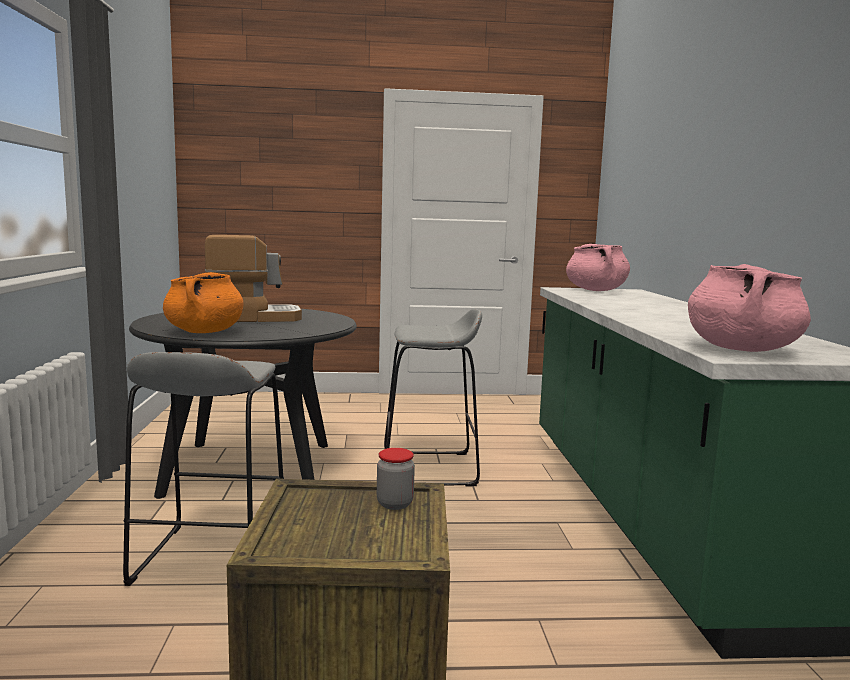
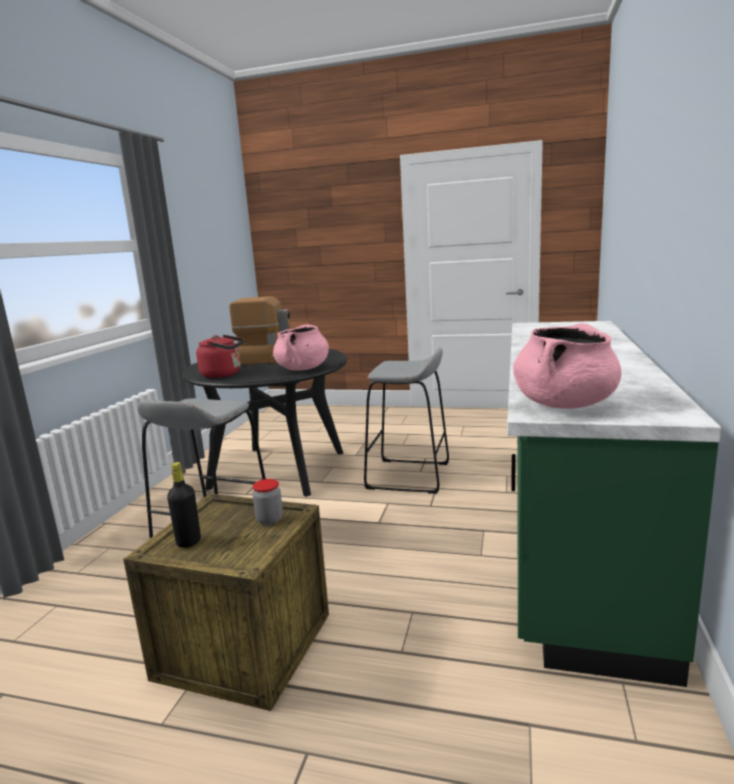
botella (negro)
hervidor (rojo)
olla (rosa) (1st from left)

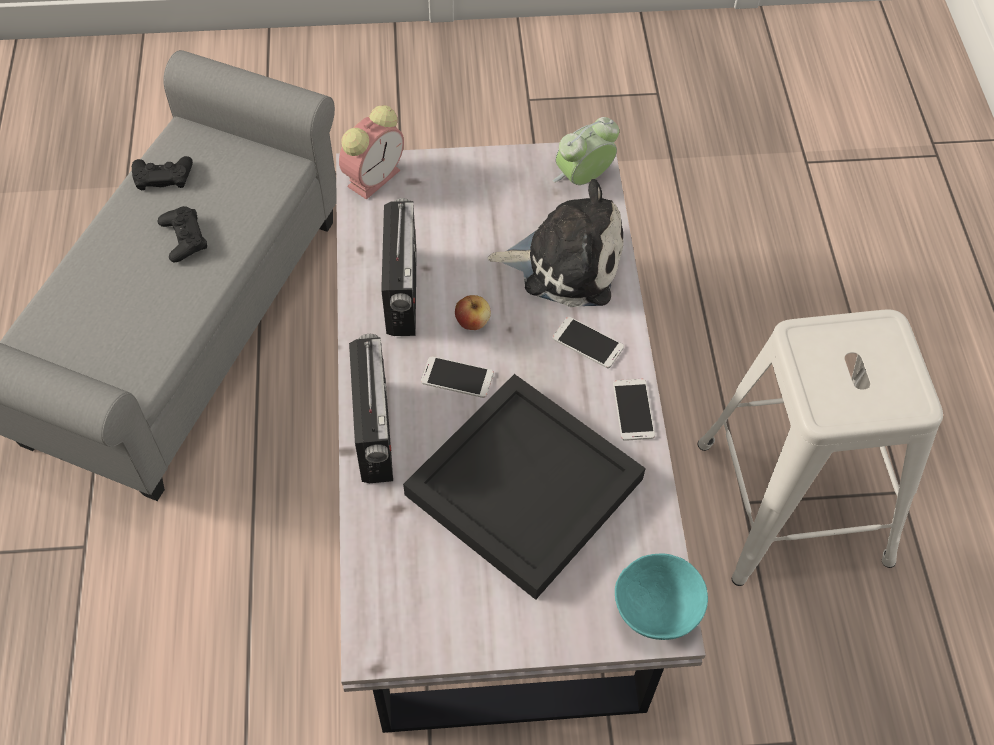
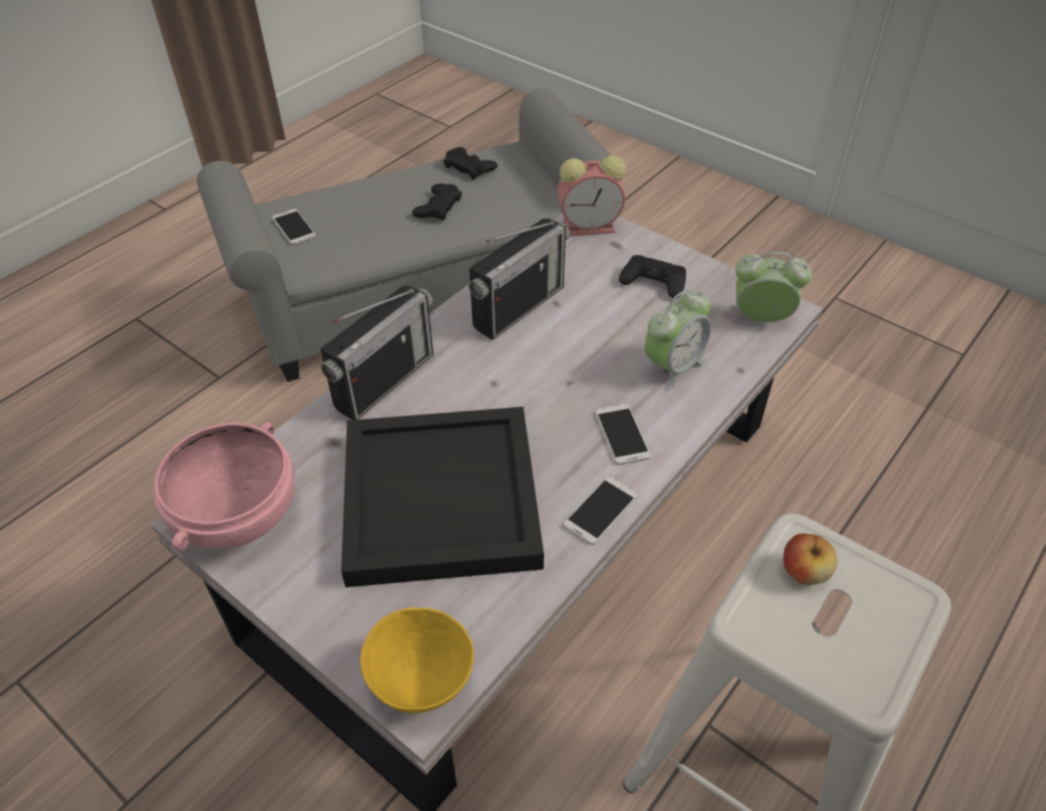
cuenco (rosa)
móvil (1st from left)
cuenco (amarillo)
mando de consola (negro) (3rd from left)
despertador (2nd from left)
manzana

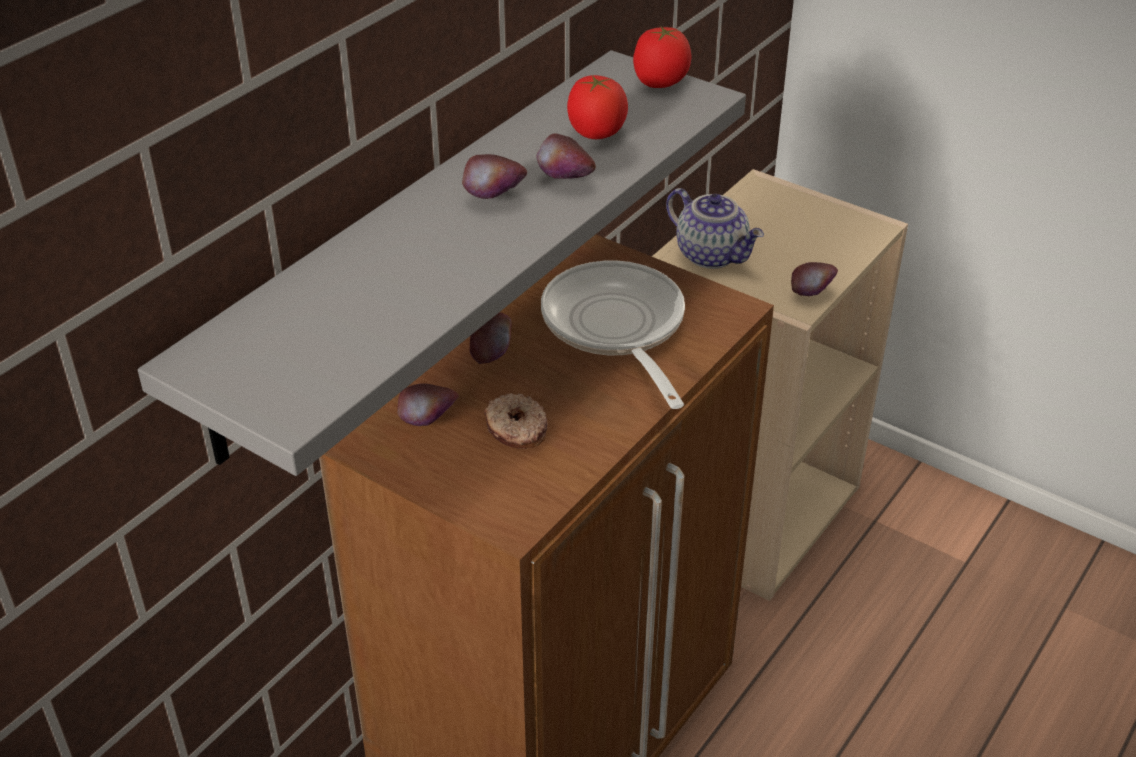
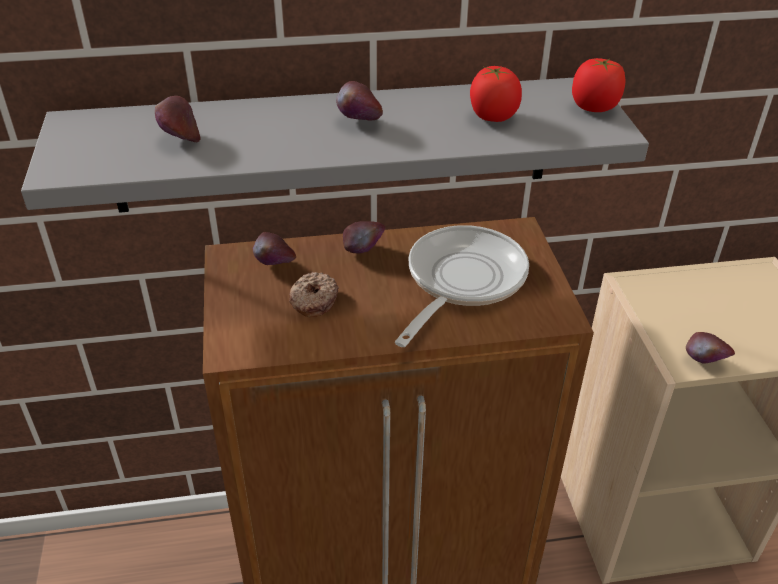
manzana (1st from left)
tetera

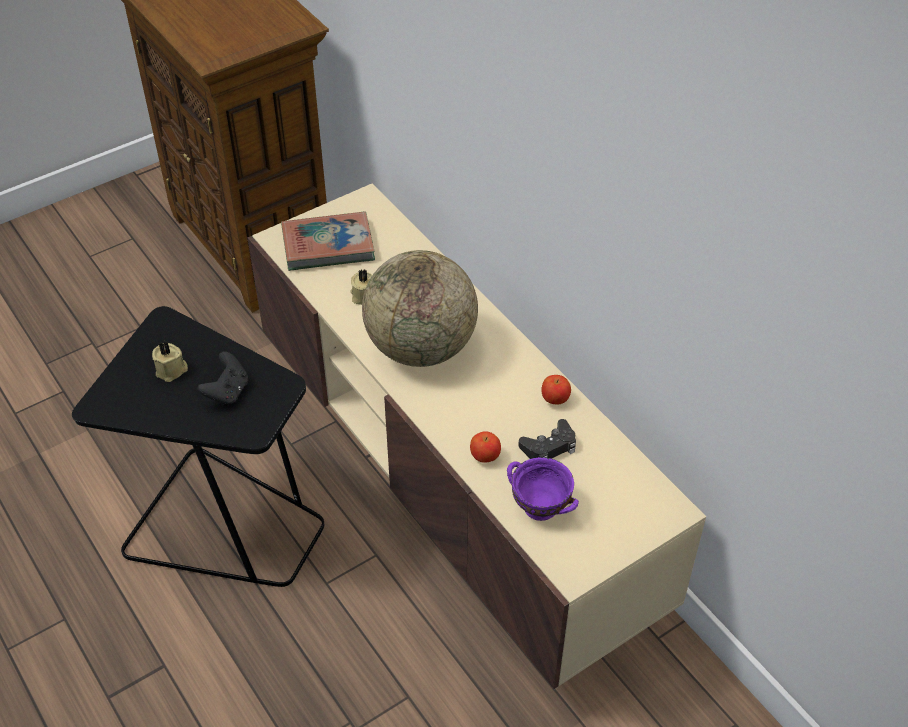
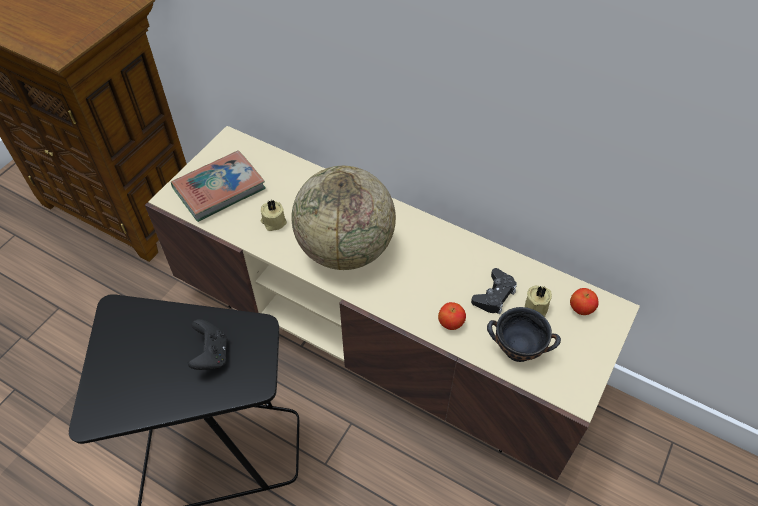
cuenco (negro)
vela (beis) (2nd from left)
manzana (2nd from left)

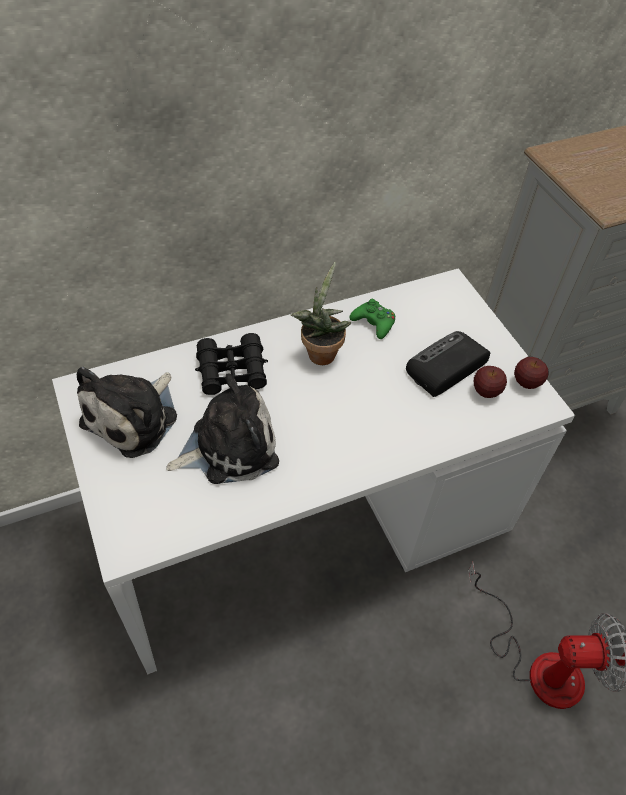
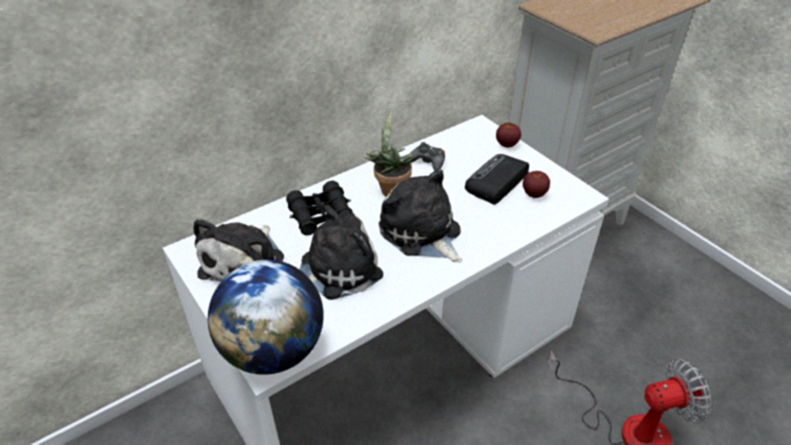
globo terráqueo
peluche (3rd from left)
mando de consola (negro)
manzana (1st from left)

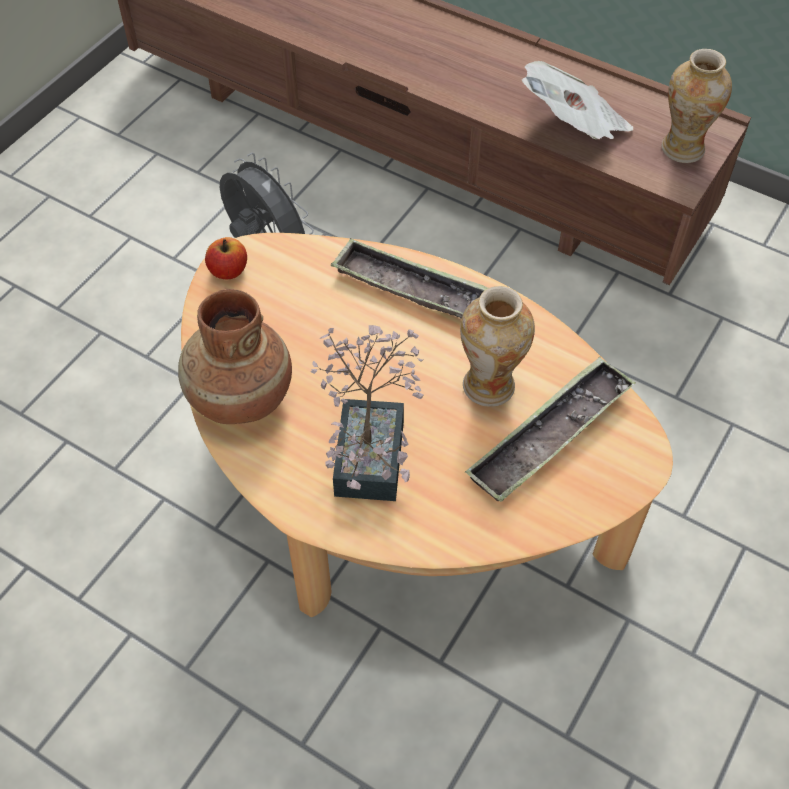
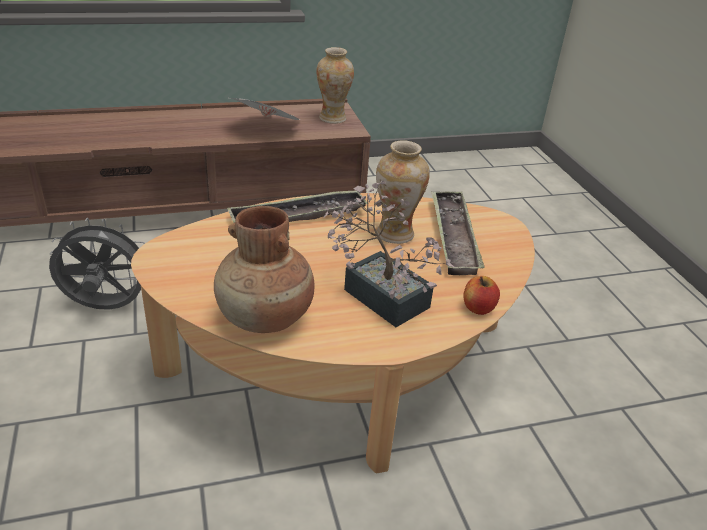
manzana

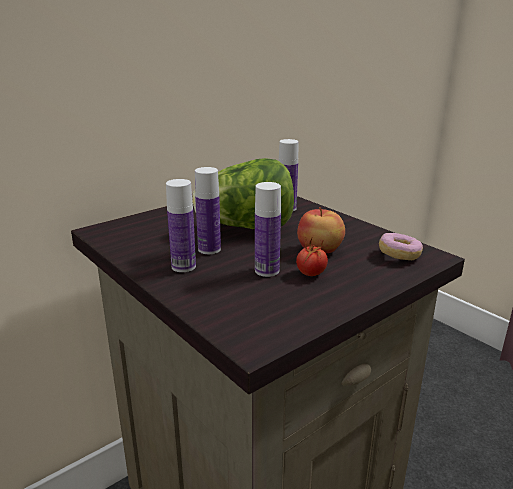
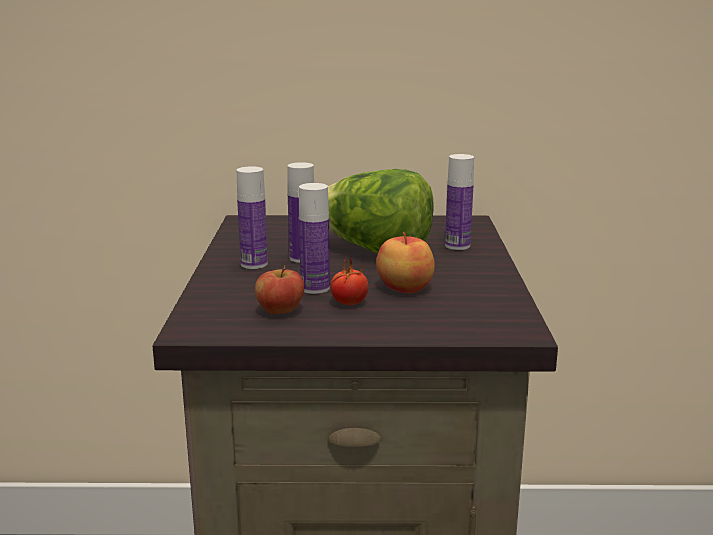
manzana (1st from left)
rosquilla

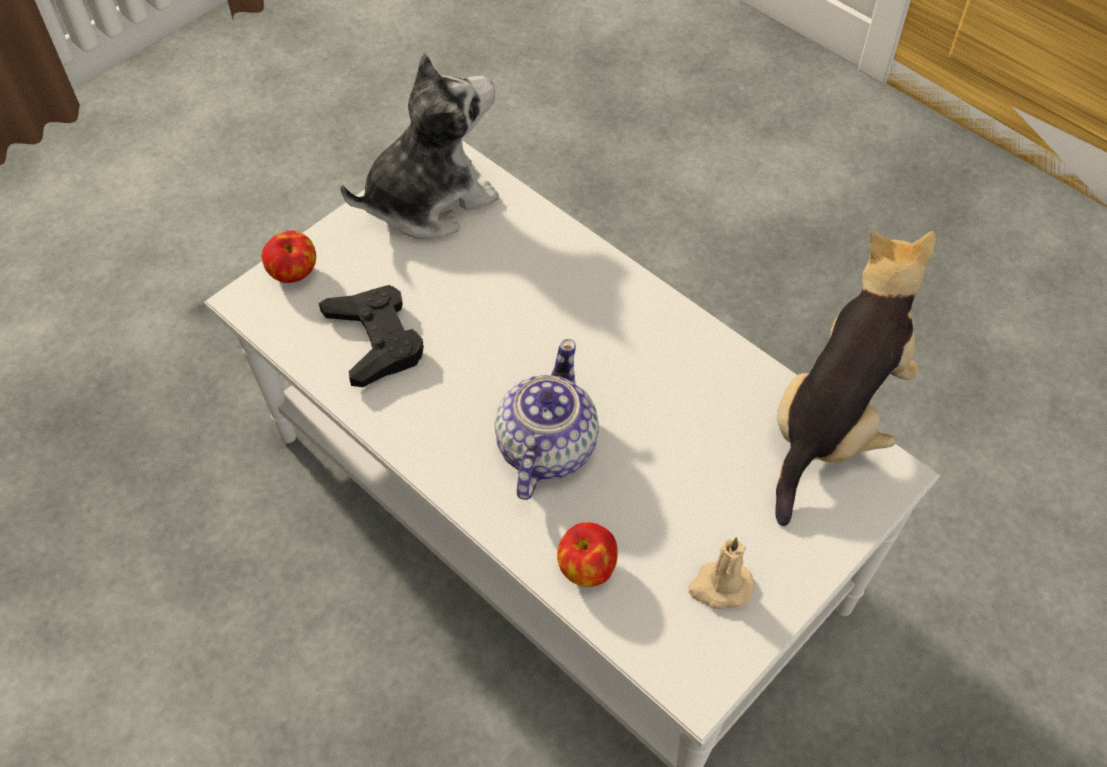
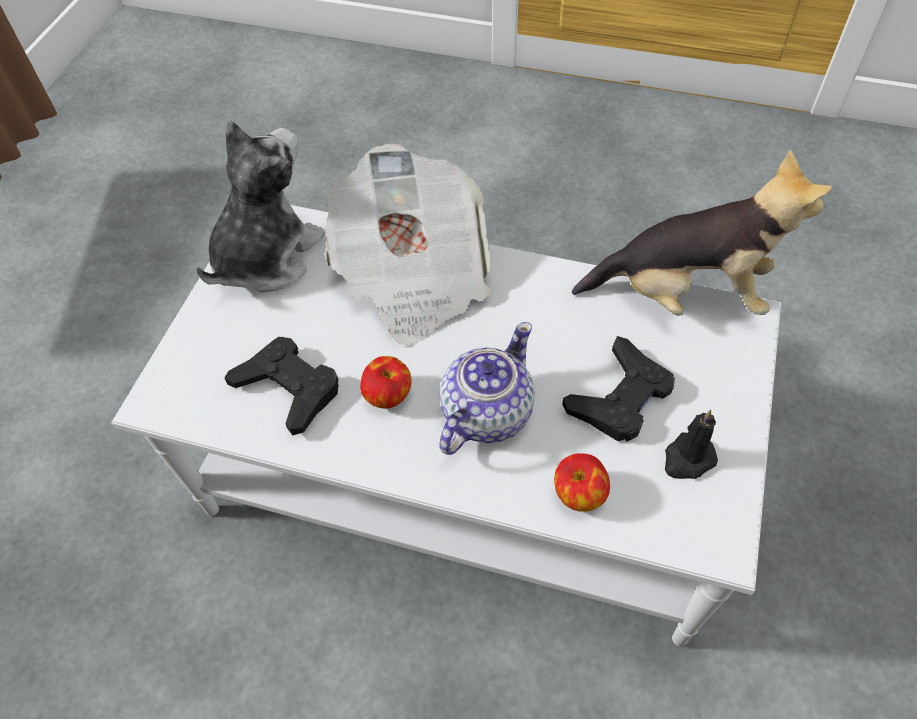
periódico
manzana (1st from left)
tetera
mando de consola (negro) (2nd from left)
peluche (2nd from left)
vela (negro)

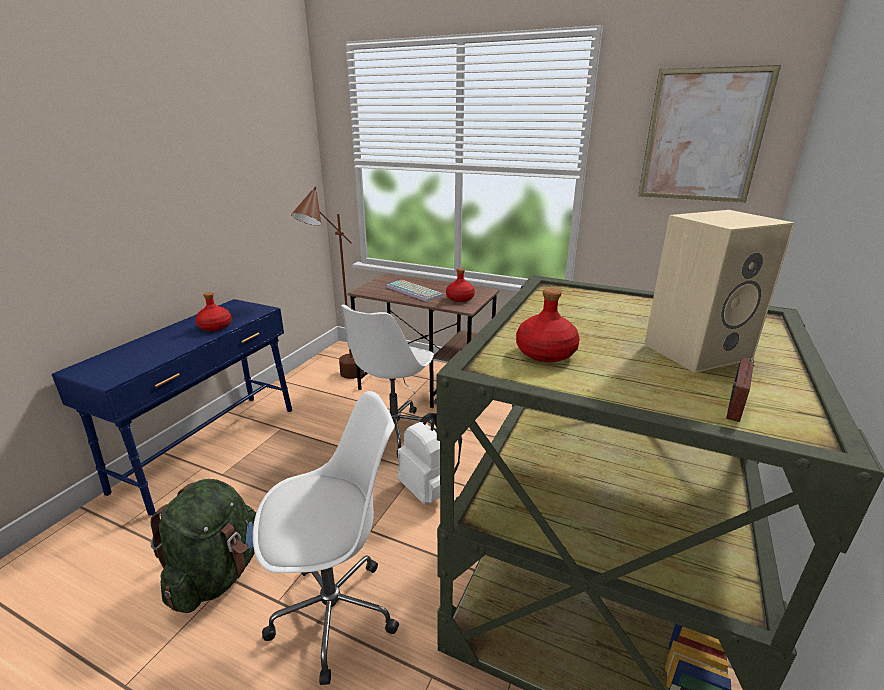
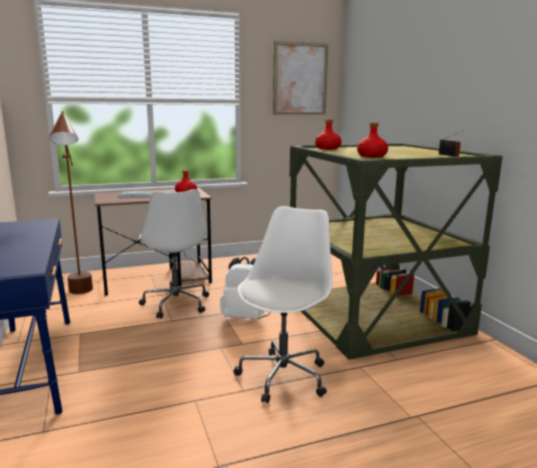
botella (rojo) (2nd from left)
mochila (verde)
altavoz (beis)

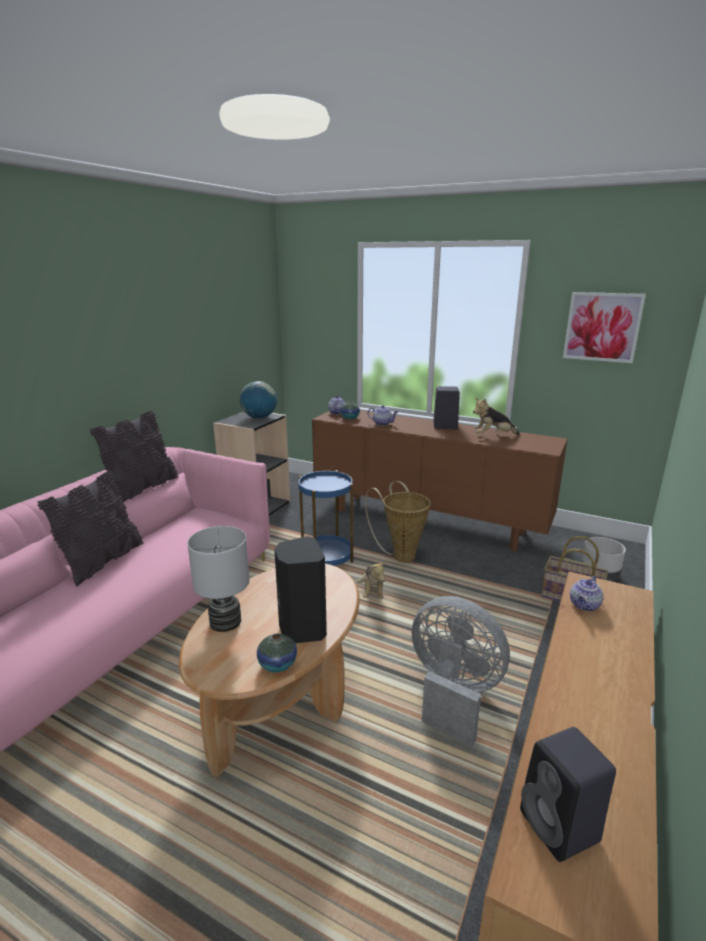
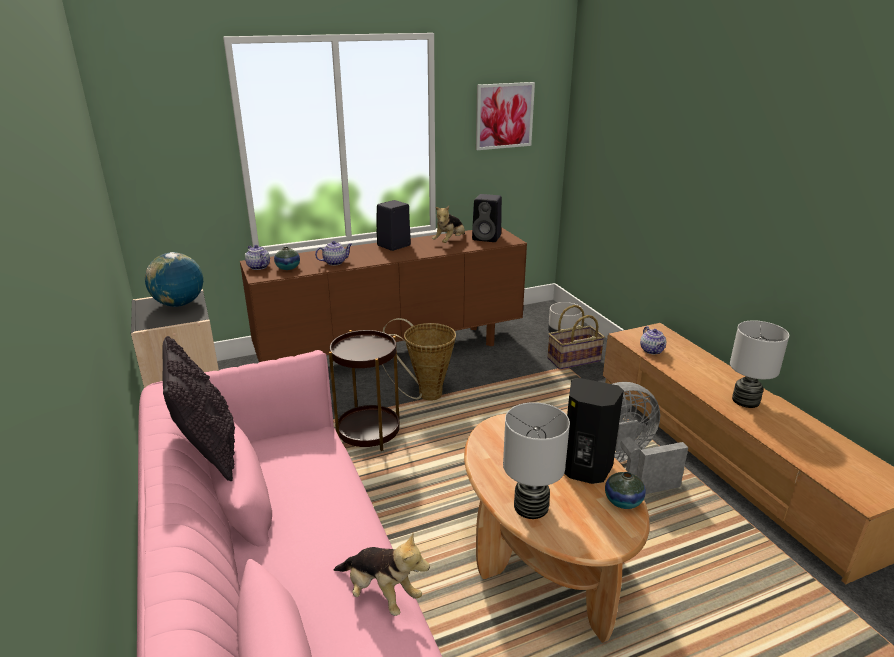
mesa auxiliar (marrón)
peluche (1st from left)
altavoz (negro) (2nd from left)
lámpara de mesa (gris) (2nd from left)
cojín (negro) (1st from left in the first image)

